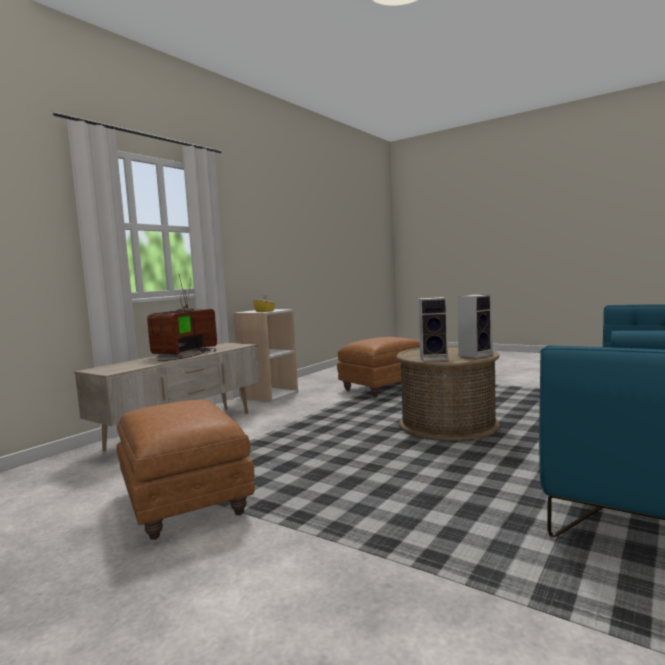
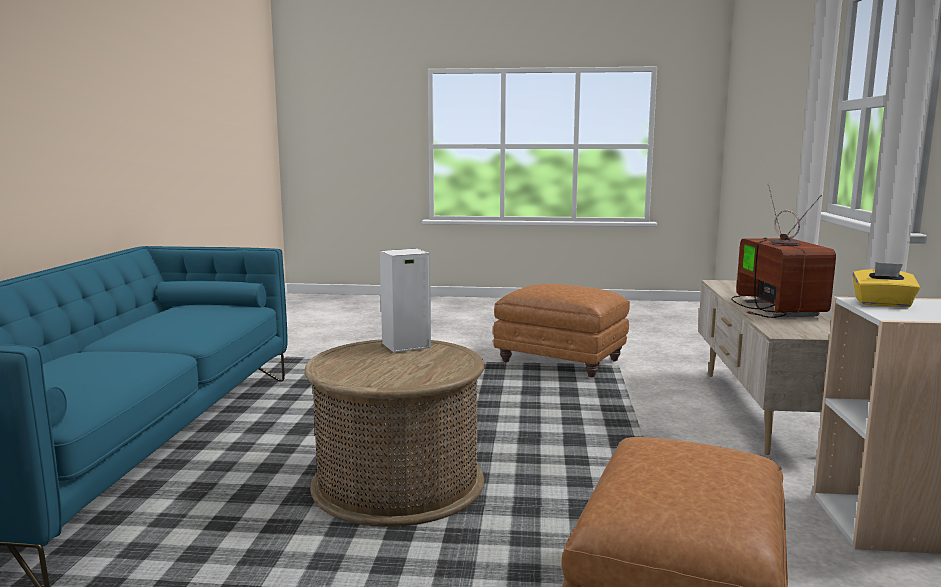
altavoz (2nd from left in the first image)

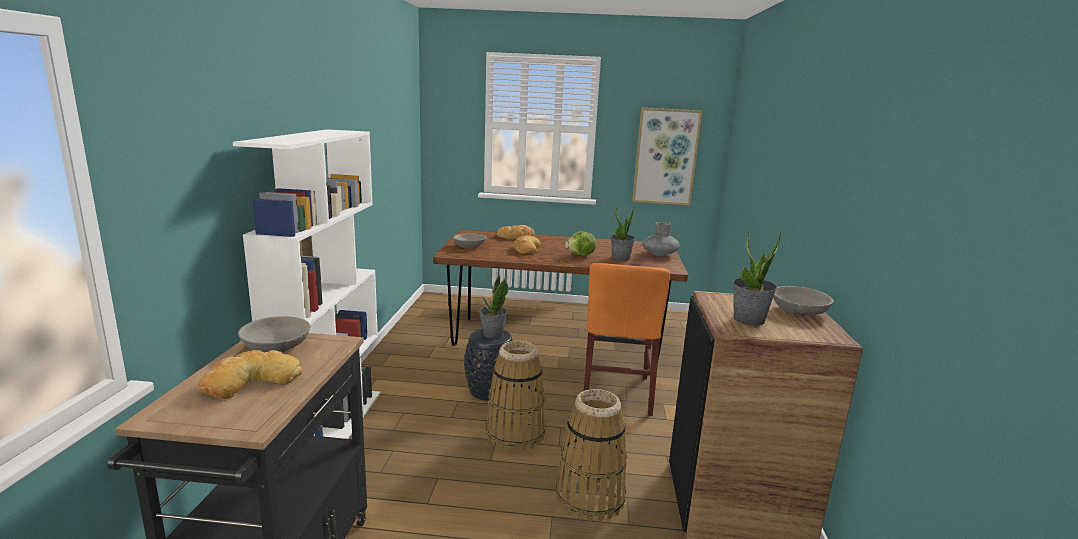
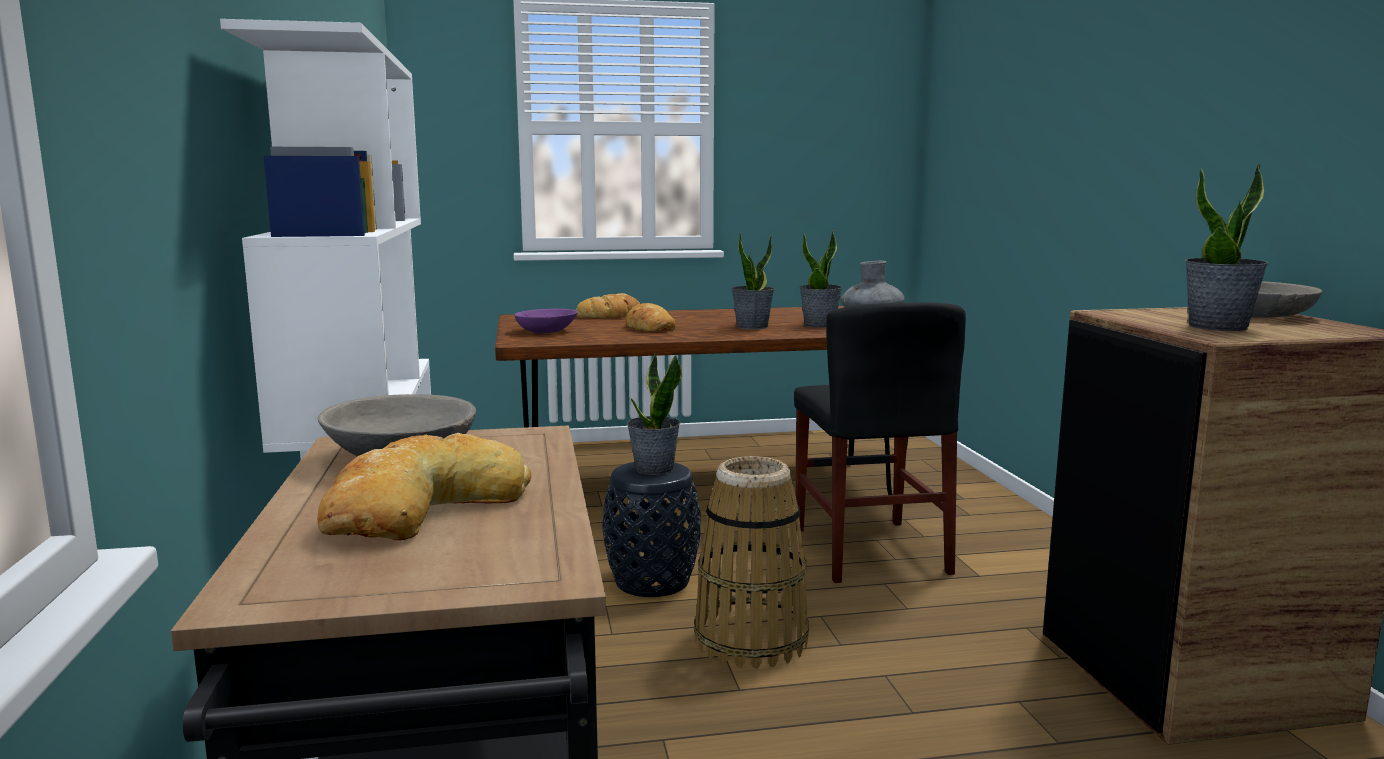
cuenco (morado)
planta en maceta (2nd from left)
silla (negro)
cesta (2nd from left in the first image)
cuadro

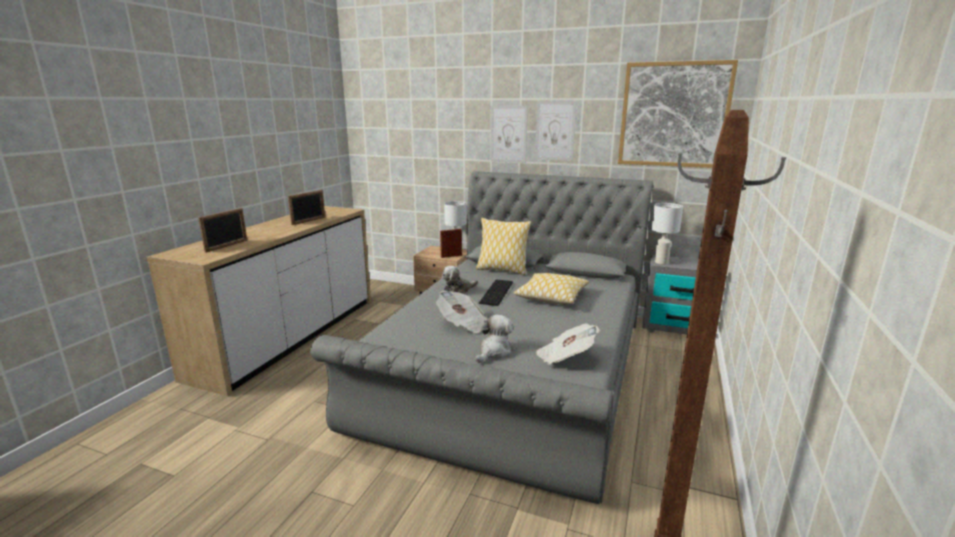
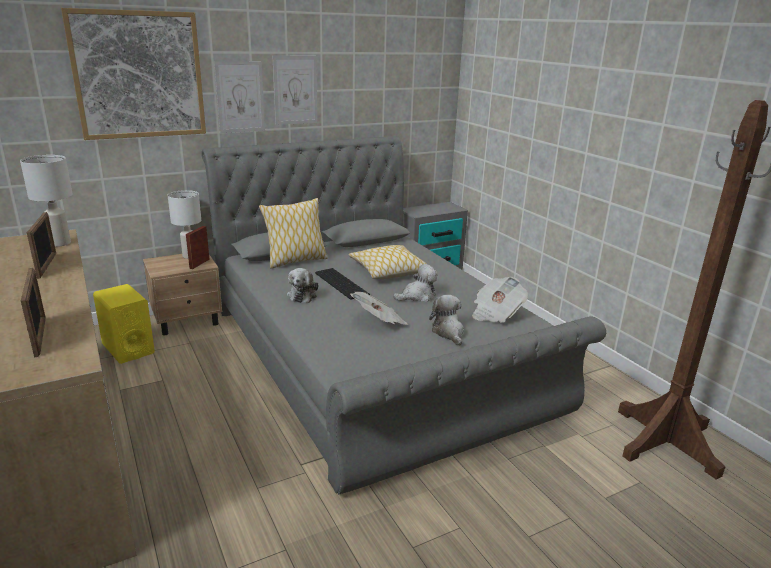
lámpara de mesa (blanco) (1st from left)
cuadro (1st from left)
altavoz (amarillo)
peluche (2nd from left)

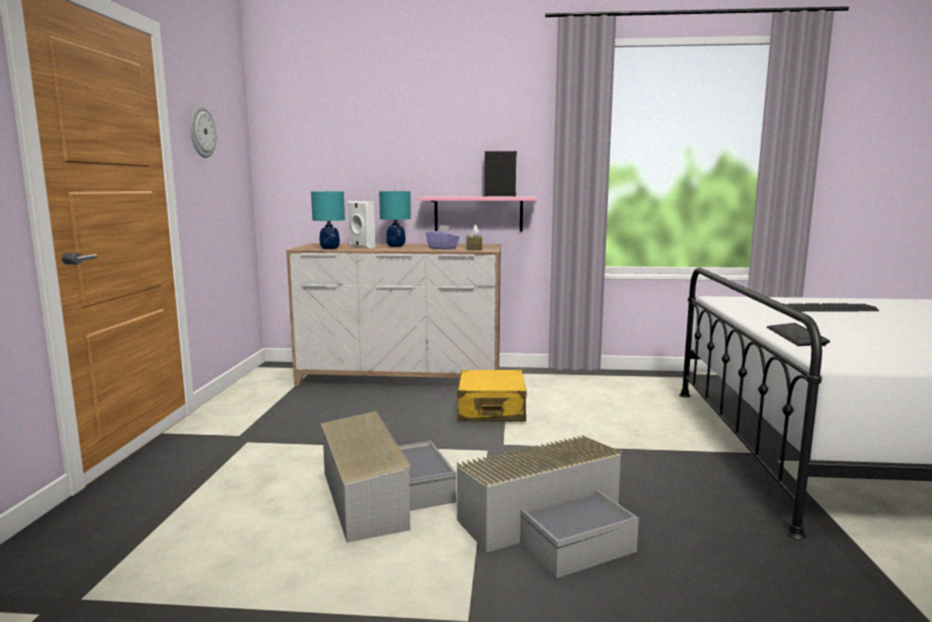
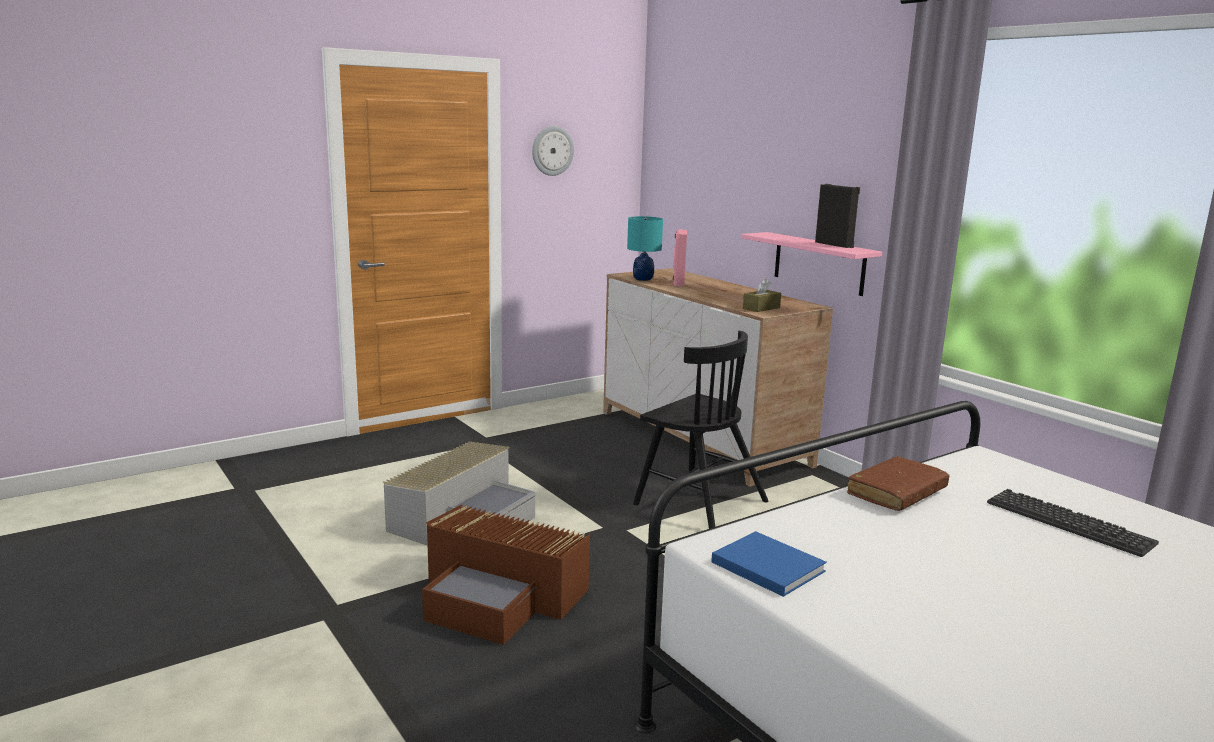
caja de almacenaje (marrón)
silla (negro)
altavoz (rosa)
libro (azul)
libro (marrón)
lámpara de mesa (turquesa) (2nd from left in the first image)
caja de pañuelos (morado)
teclado (1st from left in the first image)

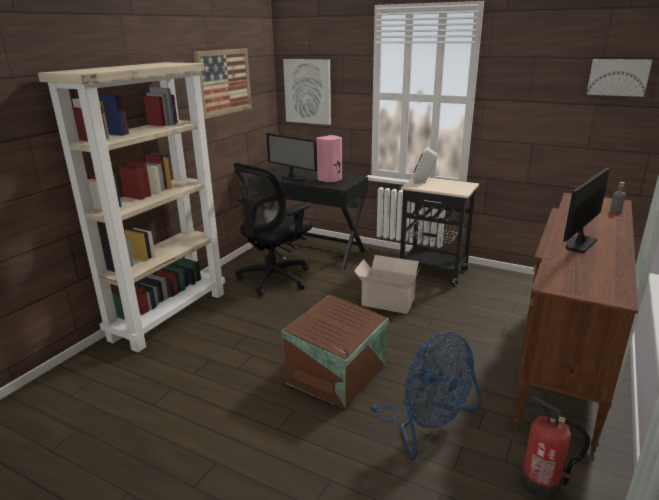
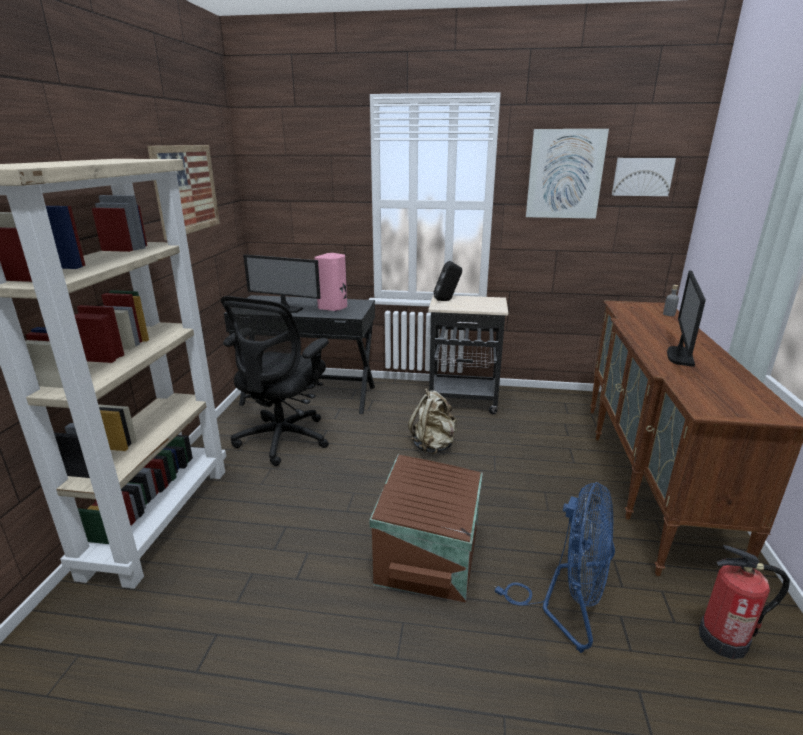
mochila (beis)
altavoz (negro)
cuadro (2nd from left)

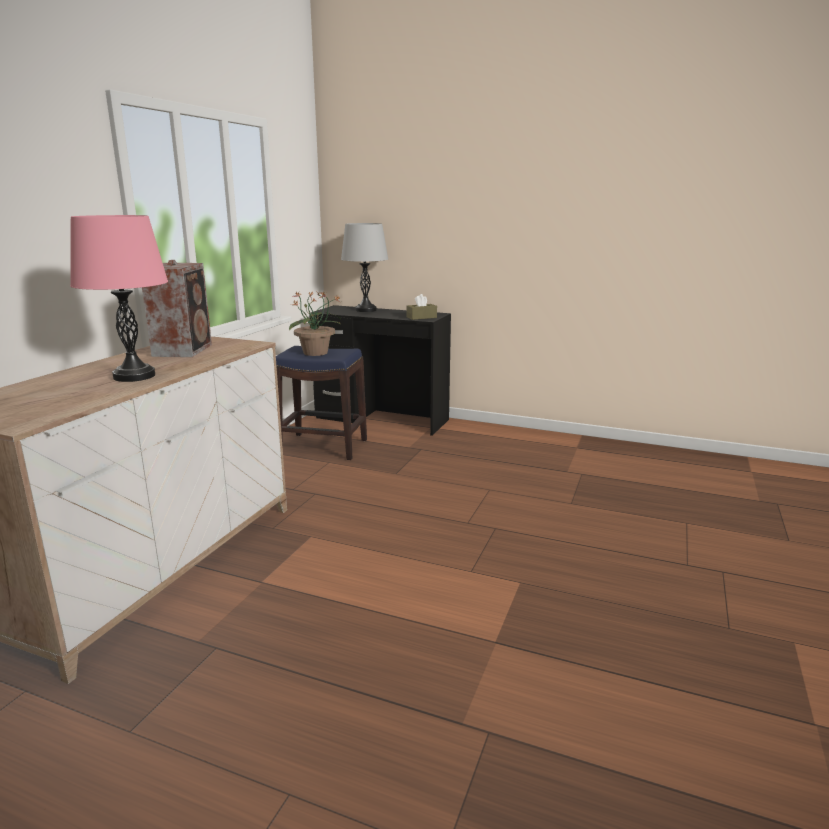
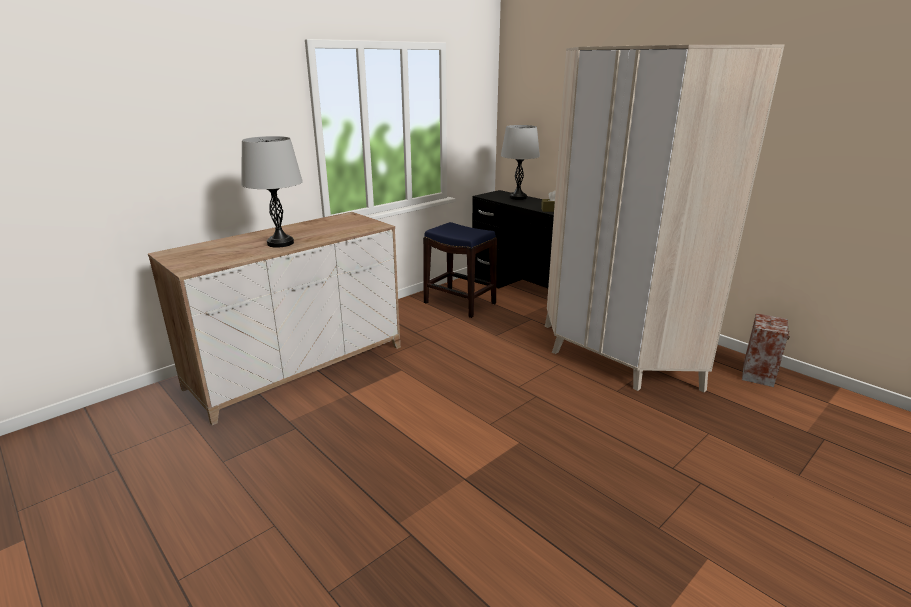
lámpara de mesa (gris) (1st from left)
armario ropero (beis)
altavoz
planta en maceta

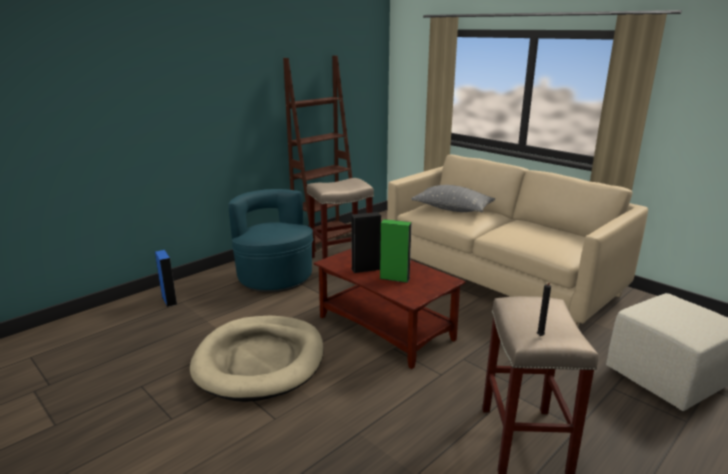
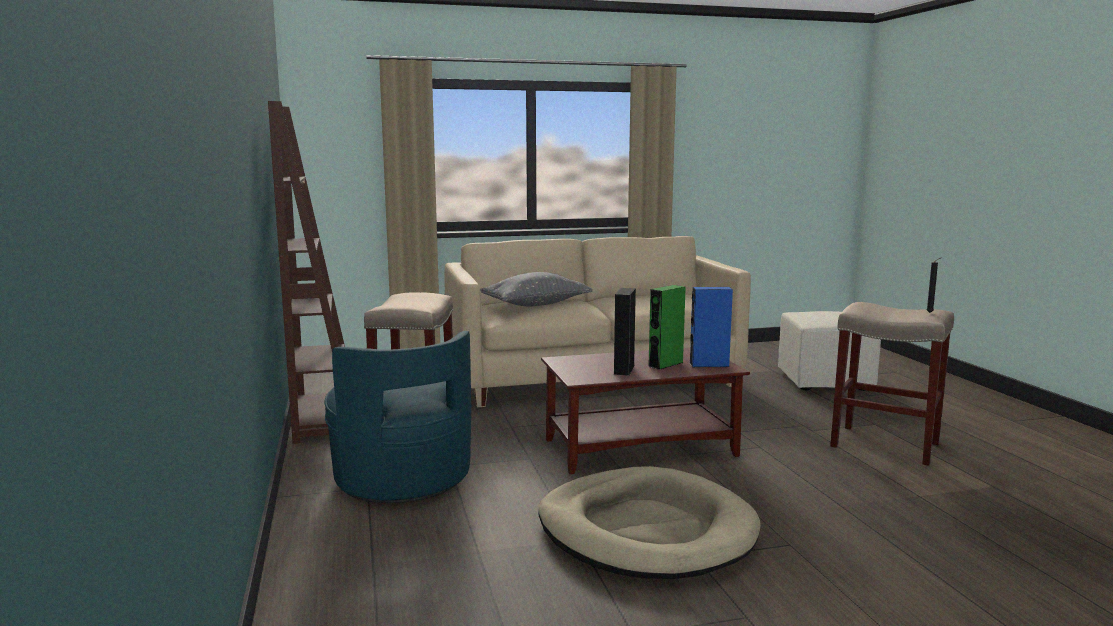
sillón (turquesa)
altavoz (azul)

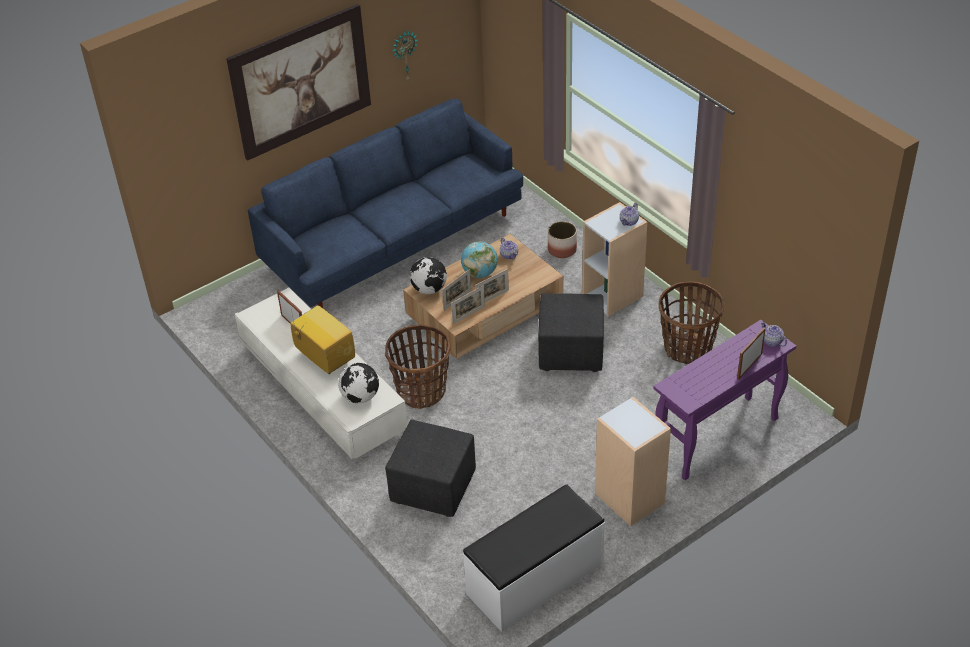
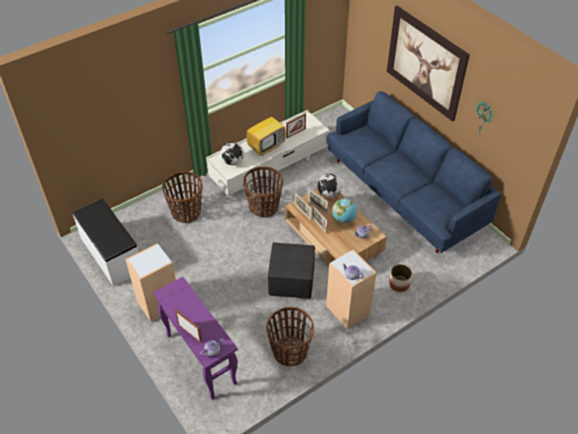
cesta (1st from left)

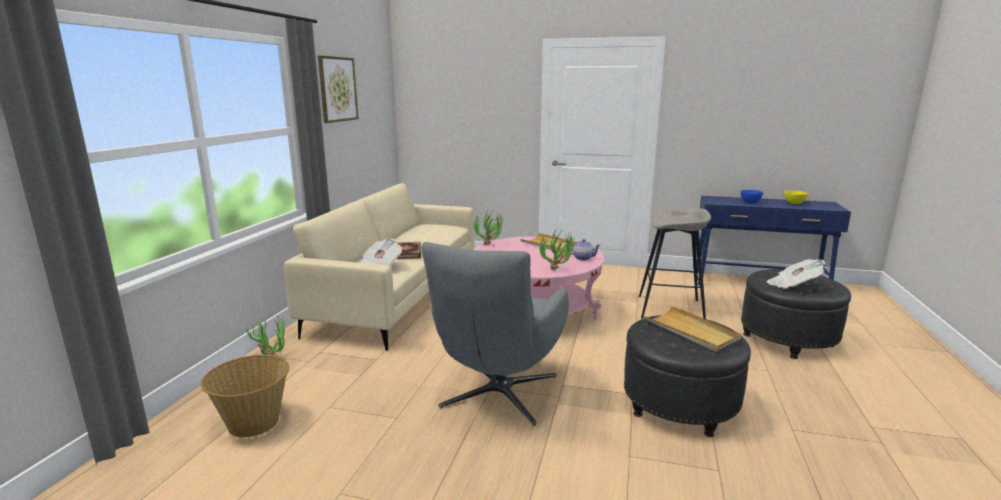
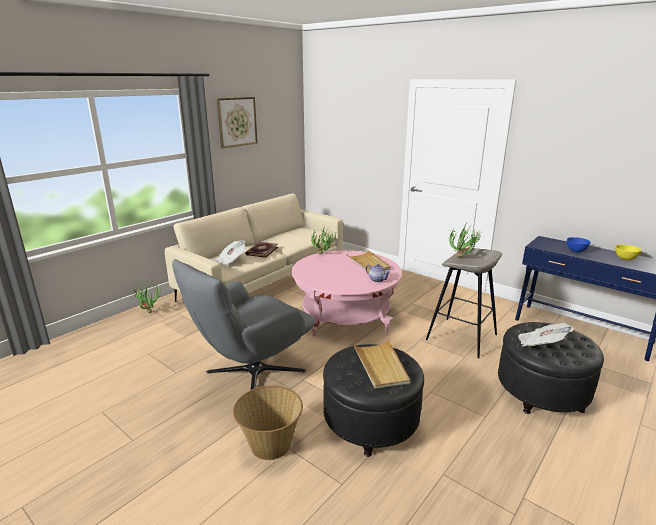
cesta
planta en maceta (3rd from left)

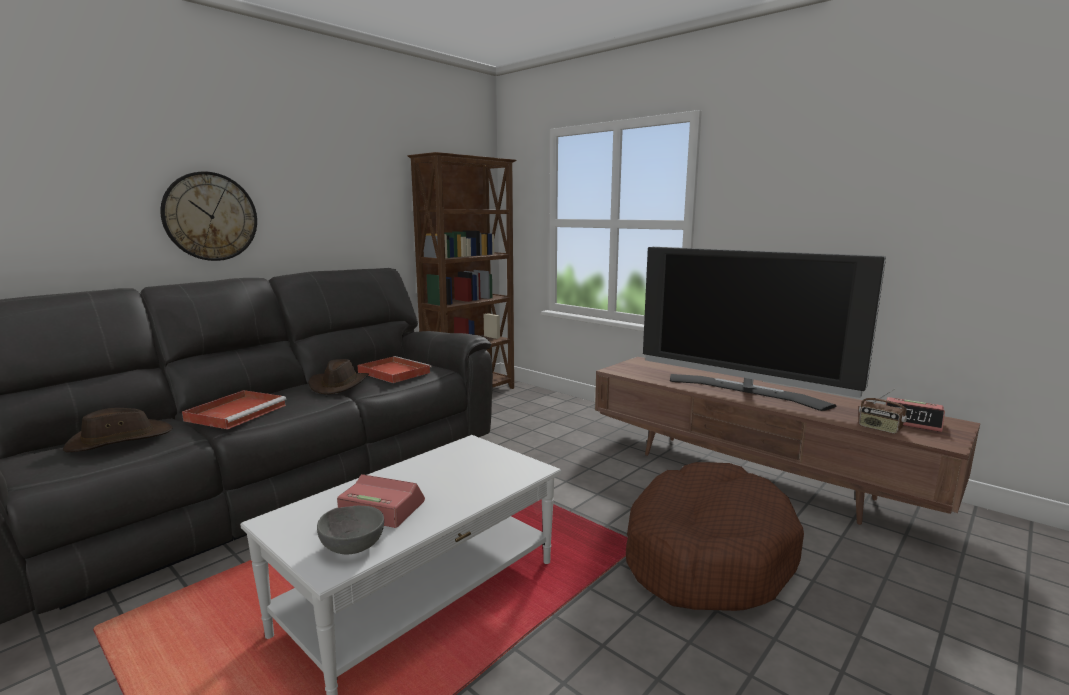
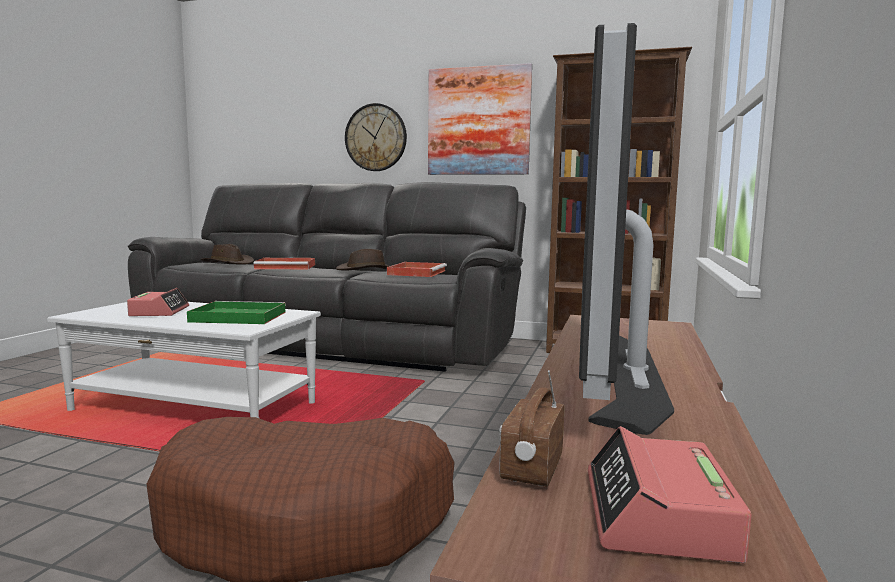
bandeja (verde)
cuadro
cuenco (gris)

